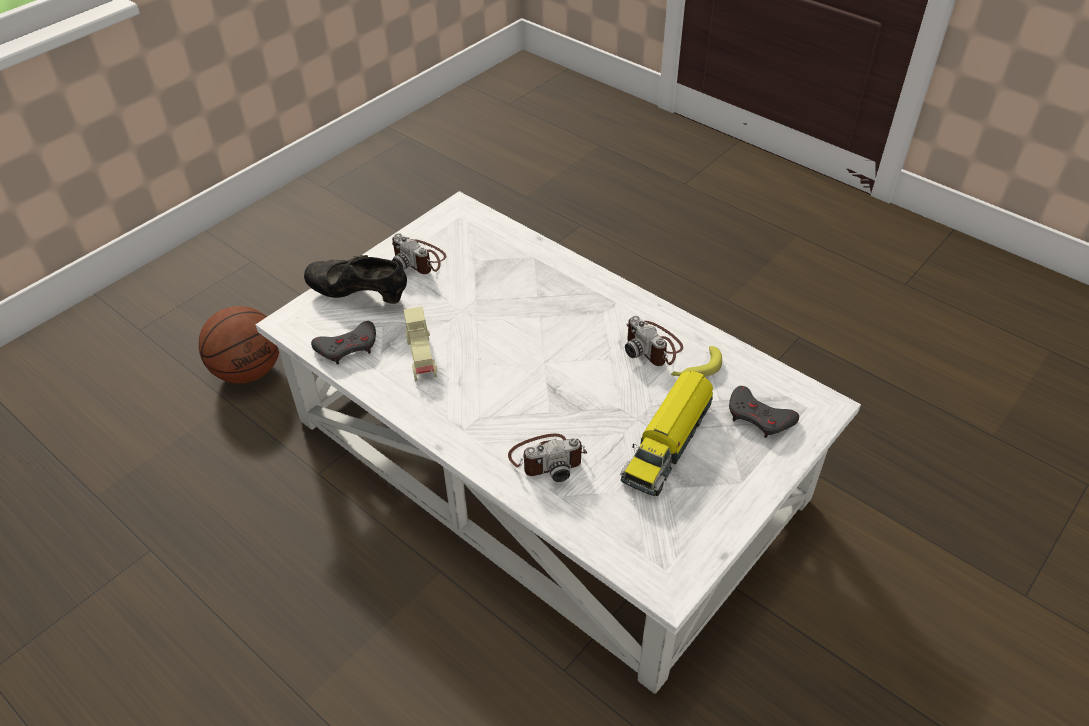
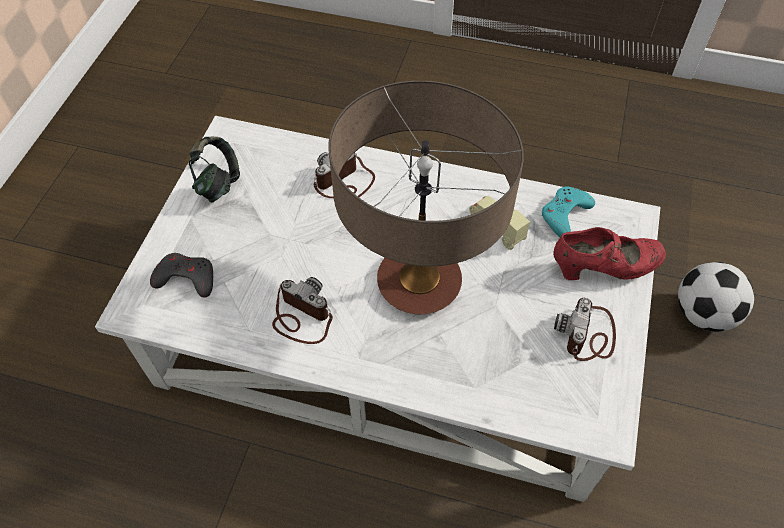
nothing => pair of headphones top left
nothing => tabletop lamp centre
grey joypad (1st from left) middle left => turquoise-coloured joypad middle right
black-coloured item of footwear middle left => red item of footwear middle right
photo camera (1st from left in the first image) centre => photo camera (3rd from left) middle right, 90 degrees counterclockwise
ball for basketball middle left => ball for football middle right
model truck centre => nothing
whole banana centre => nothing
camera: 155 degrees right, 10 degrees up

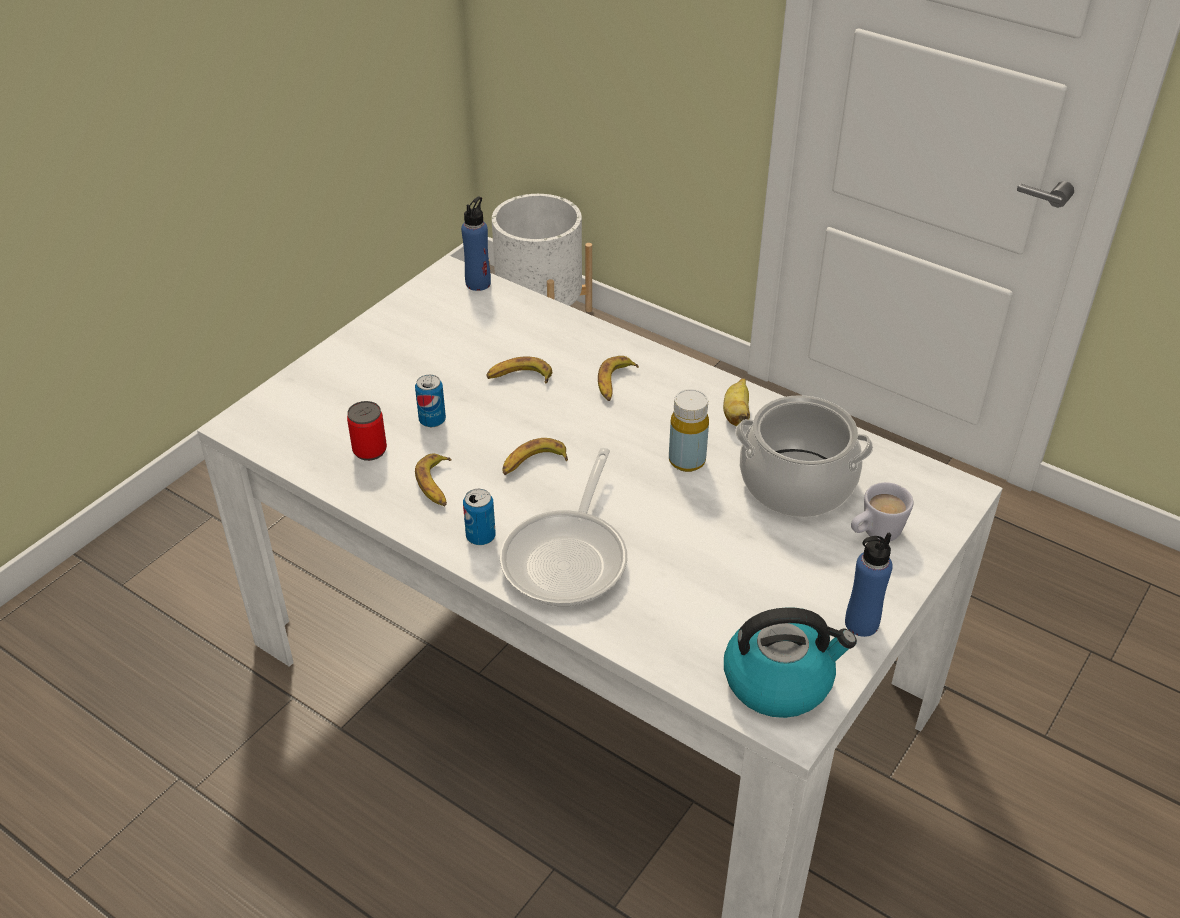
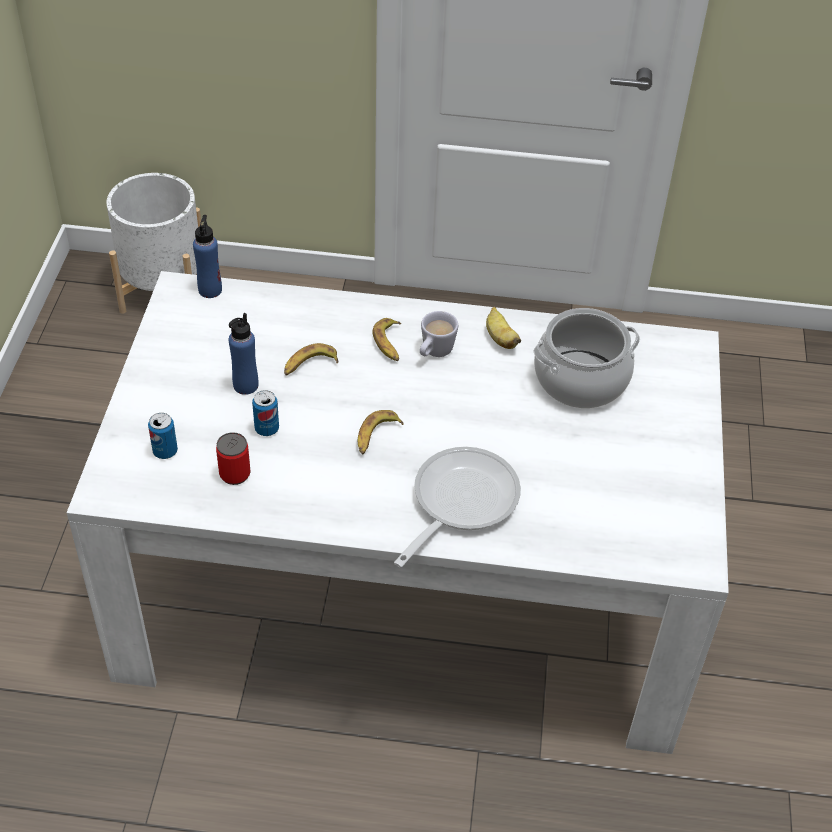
can (3rd from left in the first image) centre => can (1st from left) middle left, moved
blue-coloured drink bottle (2nd from left) middle right => blue-coloured drink bottle (2nd from left) middle left, moved
frying pan centre, 135 degrees counterclockwise
white-coloured tea mug middle right => white-coloured tea mug centre, moved
whole banana (1st from left) centre => nothing
yellow-coloured drink bottle centre => nothing
tea kettle bottom right => nothing
camera: 30 degrees left, 5 degrees up

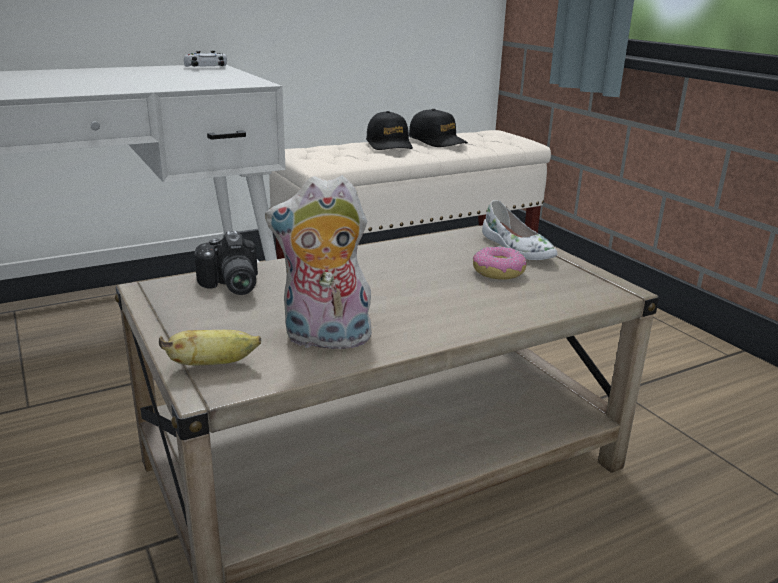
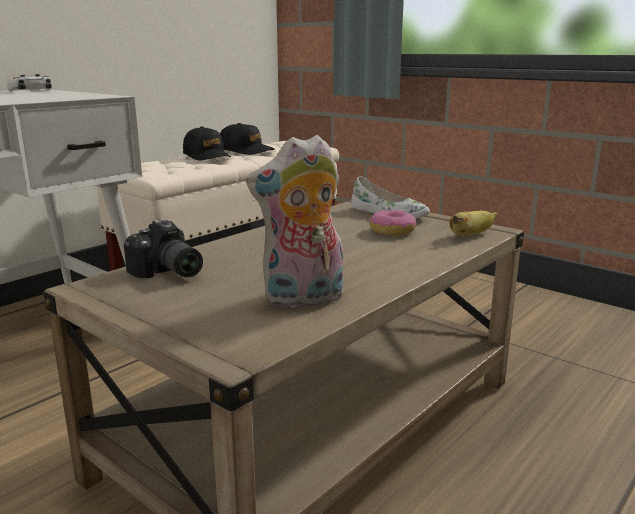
whole banana middle left => whole banana middle right, moved
camera: 20 degrees left, 5 degrees down

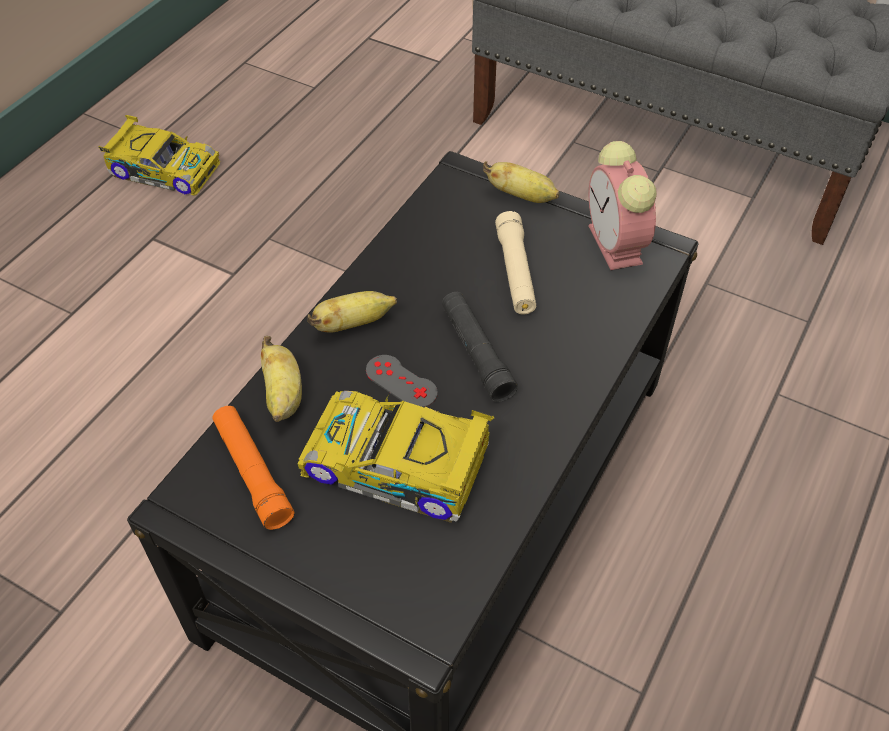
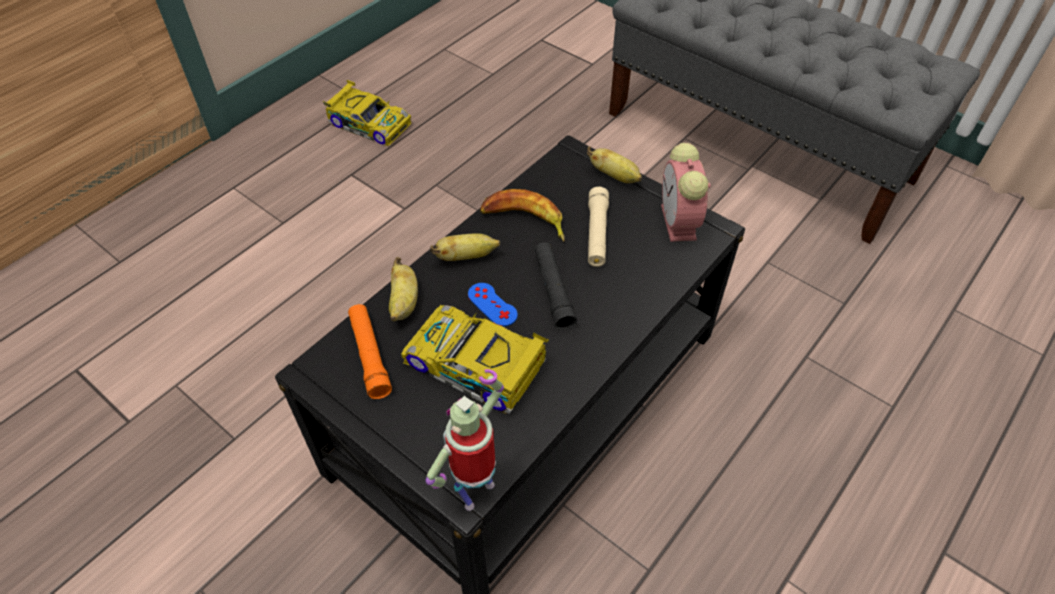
nothing => model robot bottom centre
grey joypad centre => blue-coloured joypad centre
nothing => whole banana (3rd from left) centre
camera: 10 degrees right, 0 degrees up

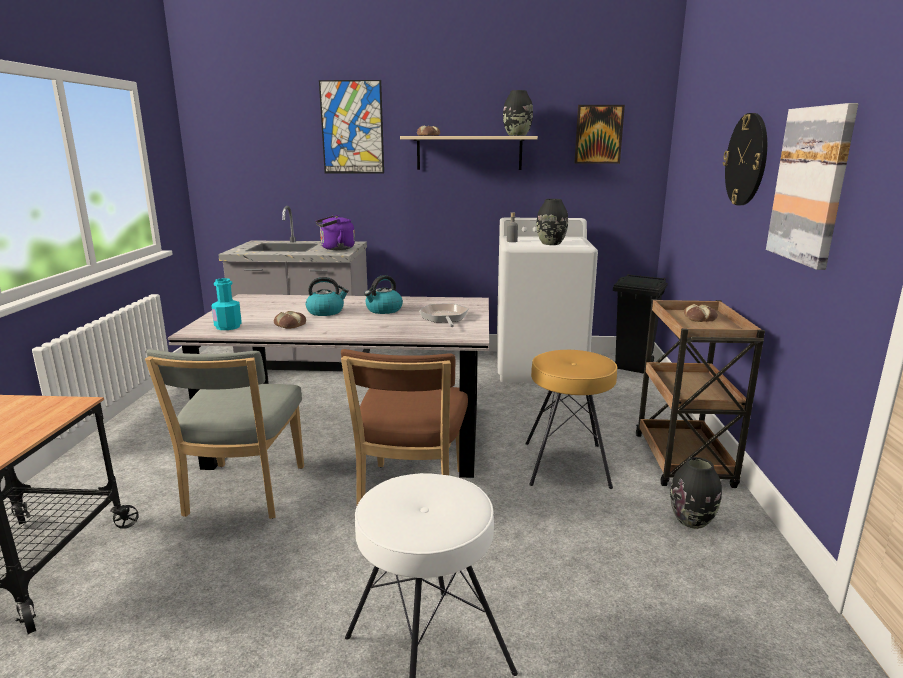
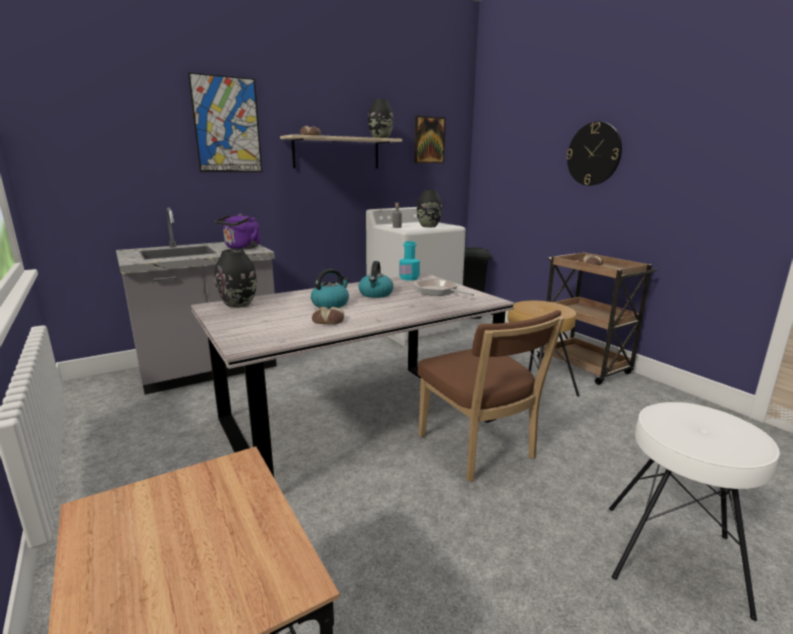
black-coloured vase (3rd from left in the first image) bottom right => black-coloured vase (1st from left) middle left, moved
turquoise-coloured drink bottle middle left => turquoise-coloured drink bottle centre, moved
grey chair middle left => nothing
wall picture (3rd from left) top right => nothing
camera: 35 degrees left, 0 degrees up

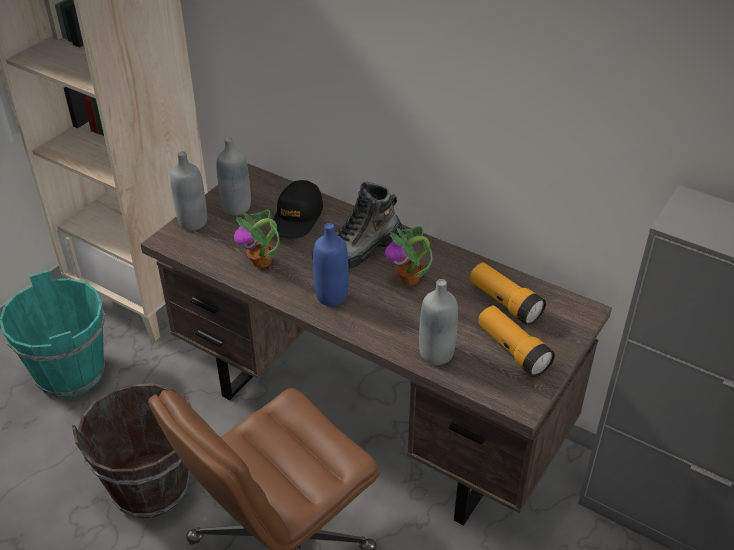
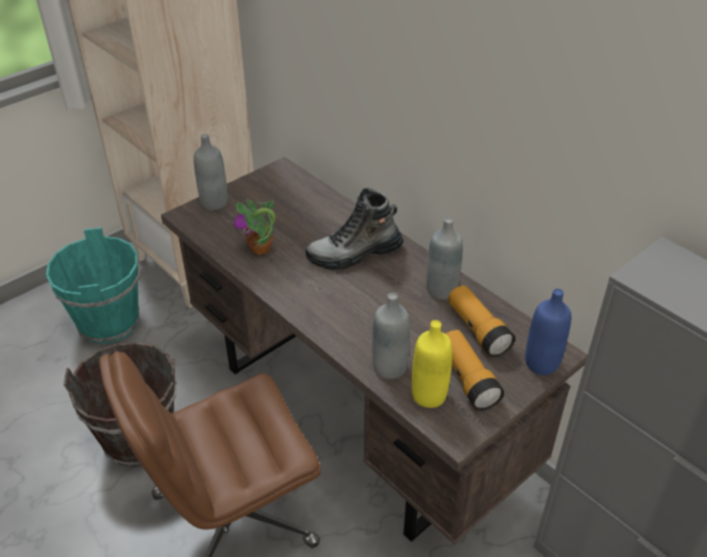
nothing => yellow-coloured drink bottle centre
grey drink bottle (2nd from left in the first image) top left => grey drink bottle (3rd from left) centre, moved
blue-coloured drink bottle centre => blue-coloured drink bottle middle right, moved
black-coloured baseball cap centre => nothing
houseplant (2nd from left) centre => nothing
camera: 15 degrees right, 0 degrees up

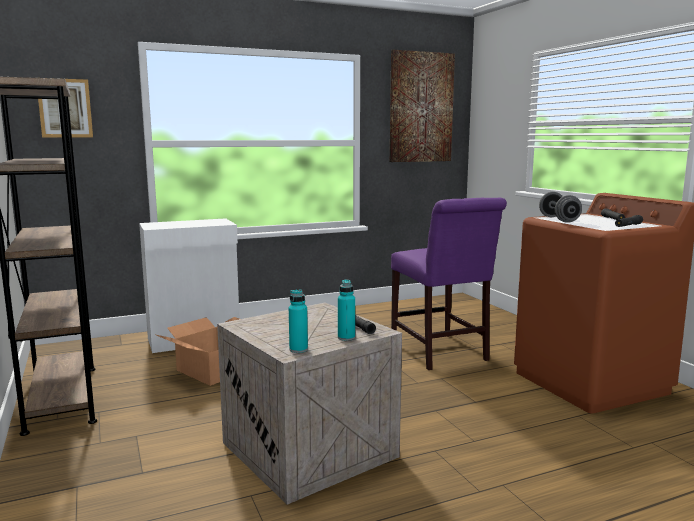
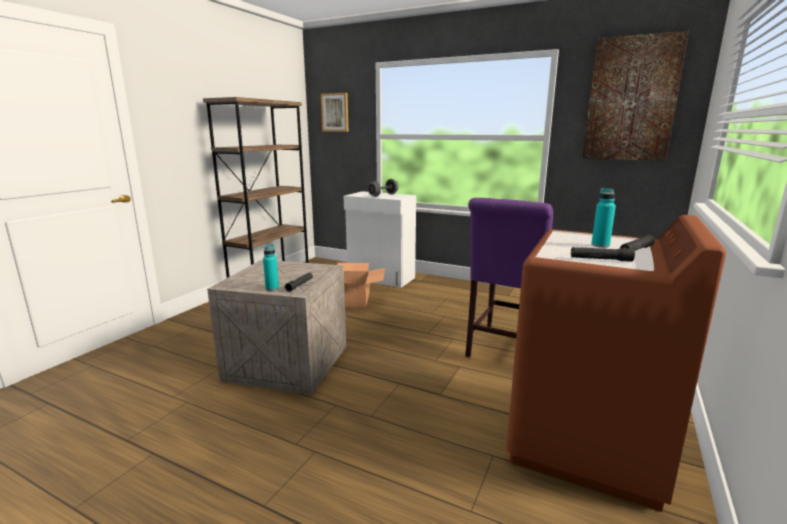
grey dumbbell middle right => grey dumbbell centre, moved
turquoise-coloured drink bottle (1st from left in the first image) centre => turquoise-coloured drink bottle (2nd from left) middle right, moved
camera: 50 degrees right, 5 degrees up

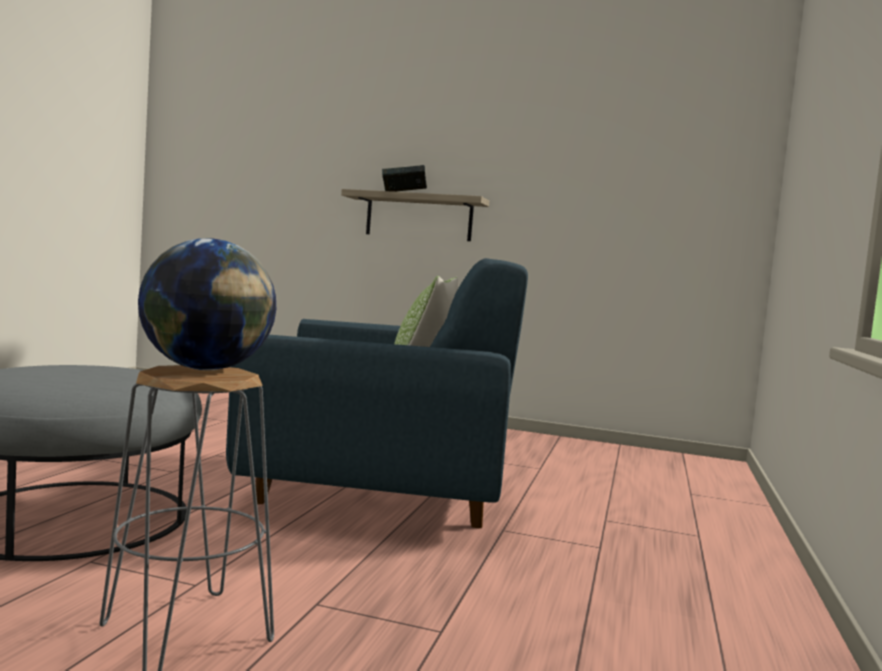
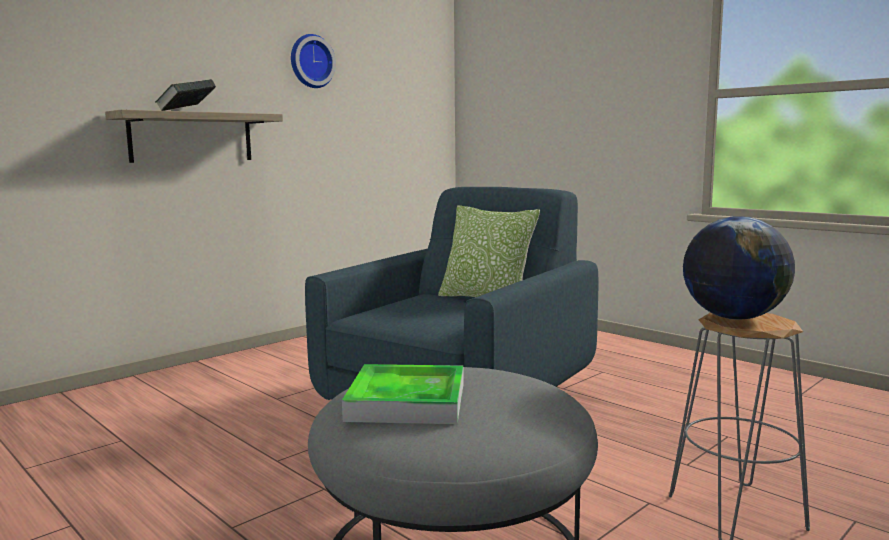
nothing => hanging clock top centre
nothing => carrying tray bottom centre
camera: 60 degrees left, 5 degrees up

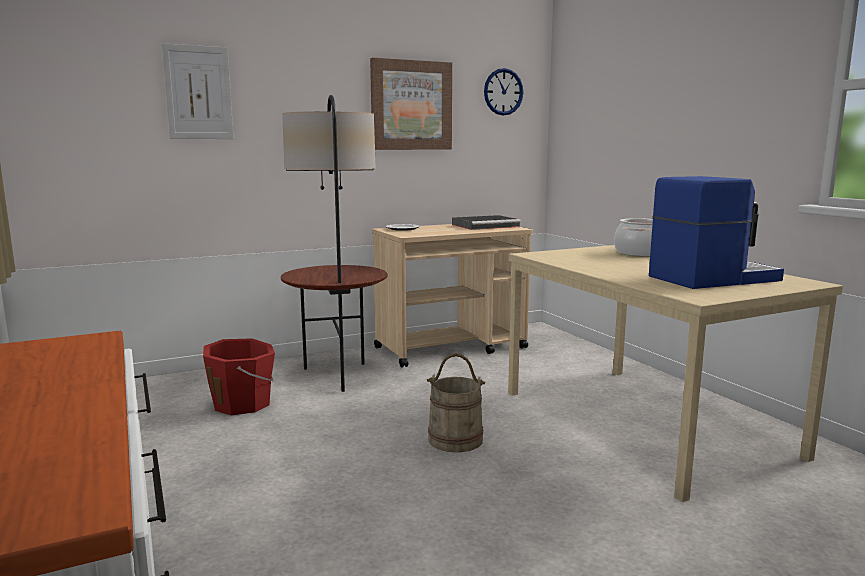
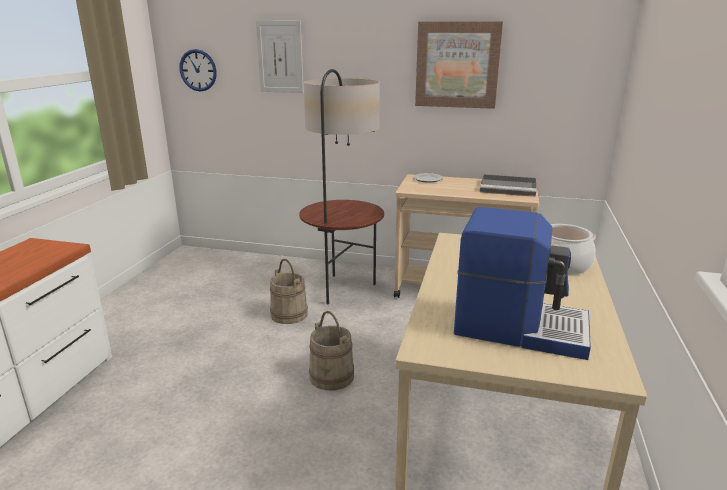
hanging clock top centre => hanging clock top left, moved
nothing => beige-coloured pail (1st from left) centre
red pail middle left => nothing
camera: 40 degrees right, 10 degrees up

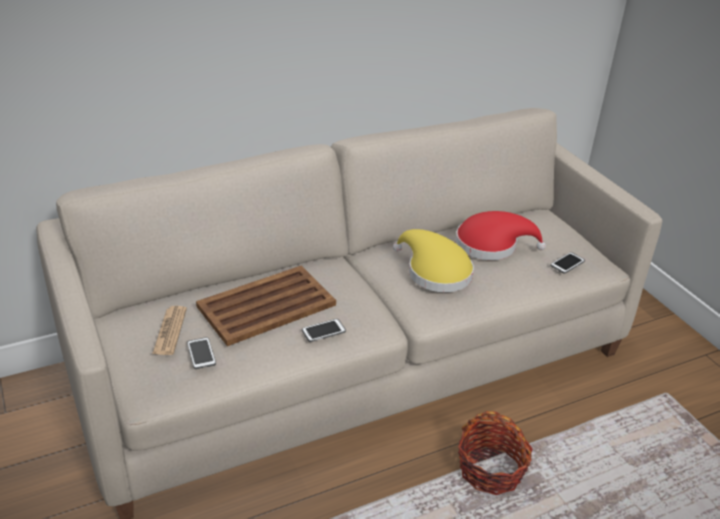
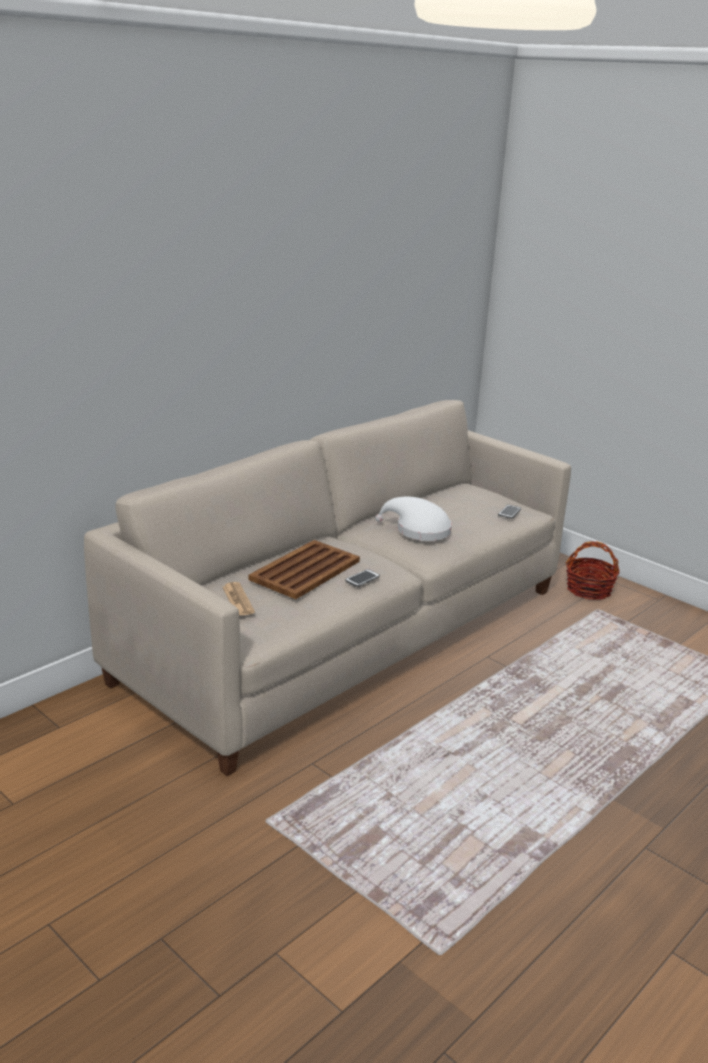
yellow-coloured wearable hat centre => white-coloured wearable hat centre
storage basket bottom right => storage basket middle right, moved
telephone (1st from left) bottom left => nothing
red wearable hat middle right => nothing
camera: 20 degrees left, 10 degrees down

